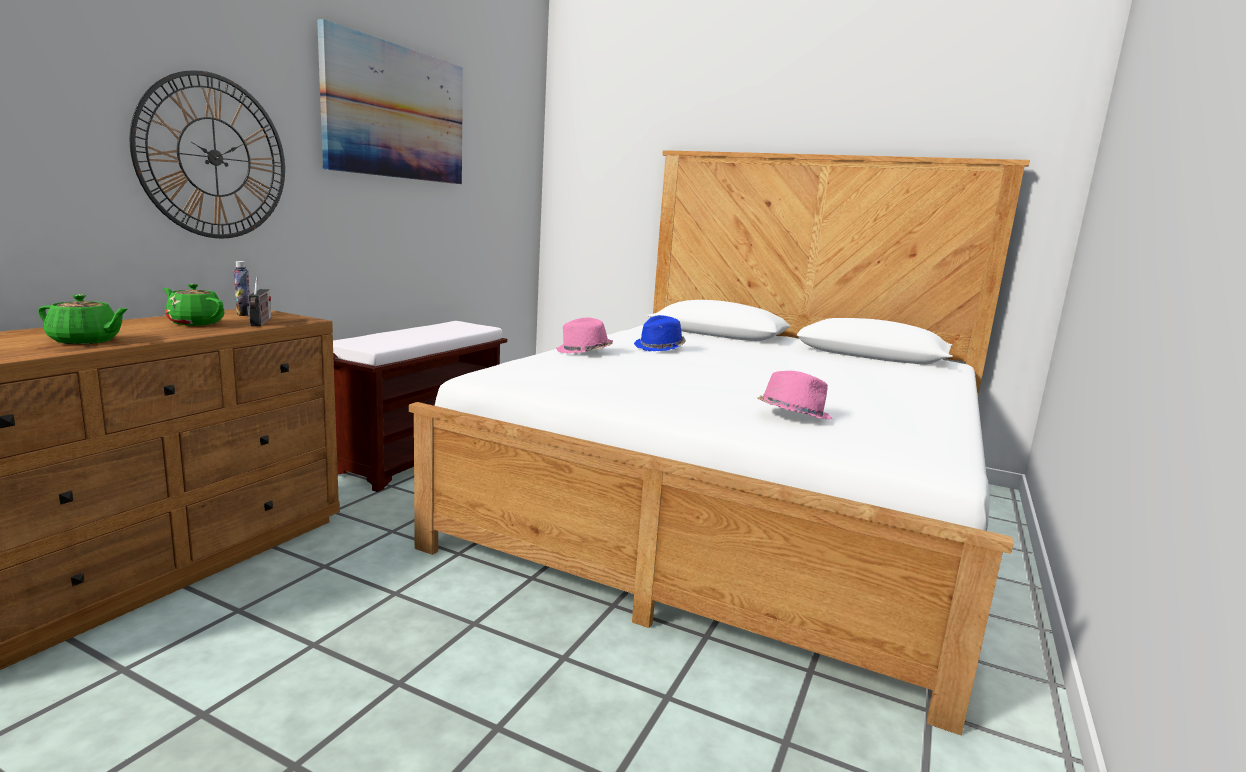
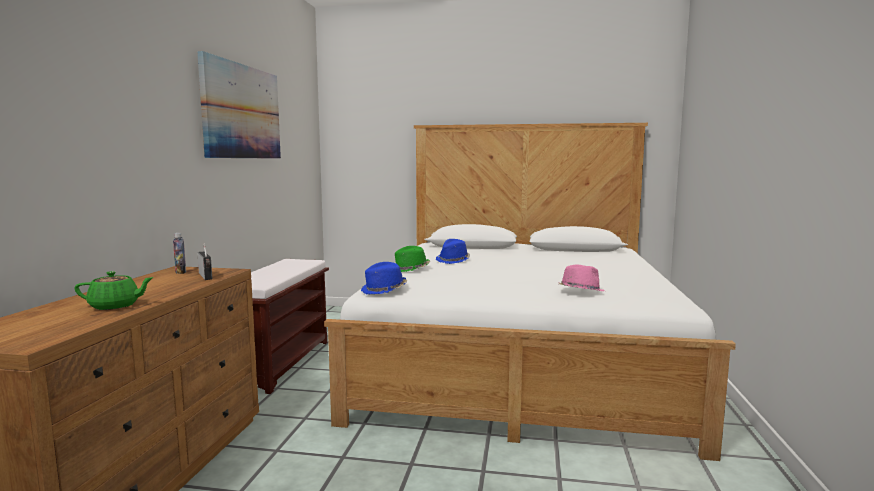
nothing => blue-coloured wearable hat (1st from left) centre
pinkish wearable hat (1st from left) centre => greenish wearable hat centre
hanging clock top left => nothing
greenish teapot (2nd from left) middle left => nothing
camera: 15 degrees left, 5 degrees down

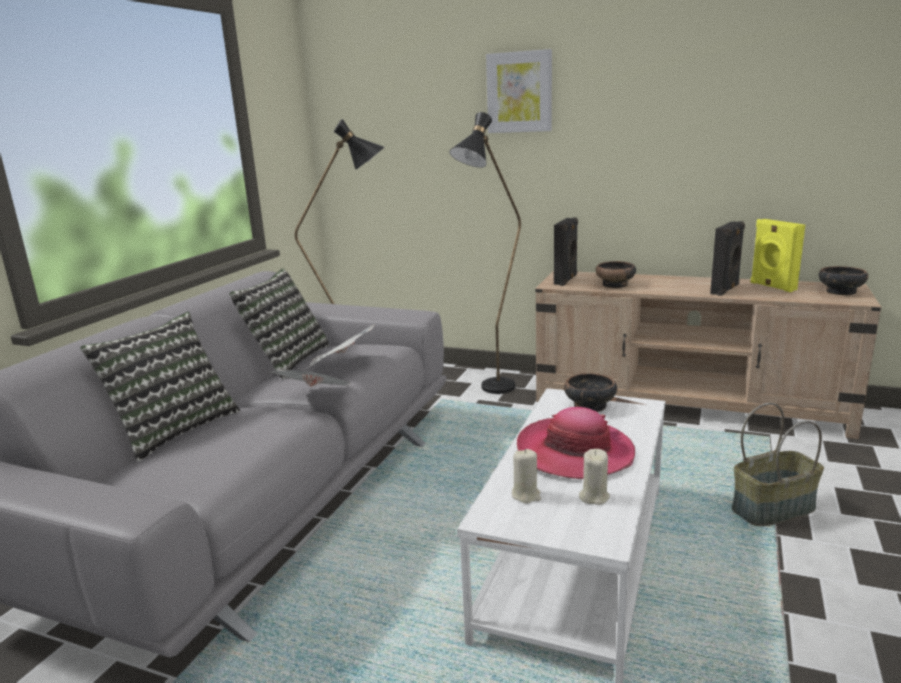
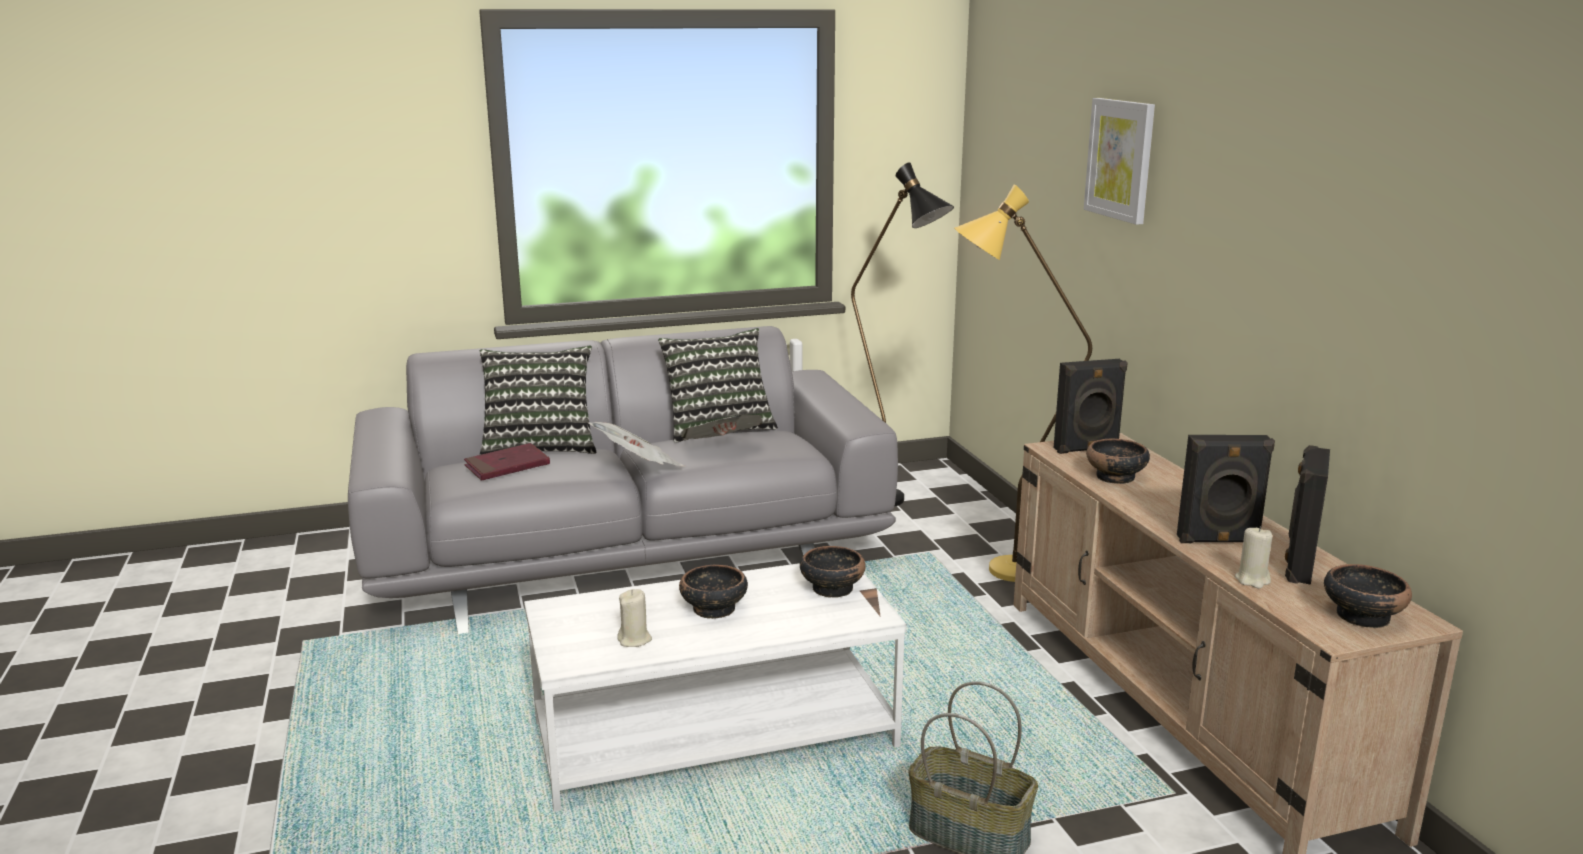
nothing => red volume middle left
wearable hat centre => deep dish (1st from left) bottom centre
black-coloured standing lamp (2nd from left) centre => yellow-coloured standing lamp centre
beige-coloured wax light (1st from left in the first image) bottom centre => beige-coloured wax light (2nd from left) middle right, moved
yellow-coloured audio speaker middle right => black-coloured audio speaker (3rd from left) middle right
camera: 50 degrees right, 0 degrees up

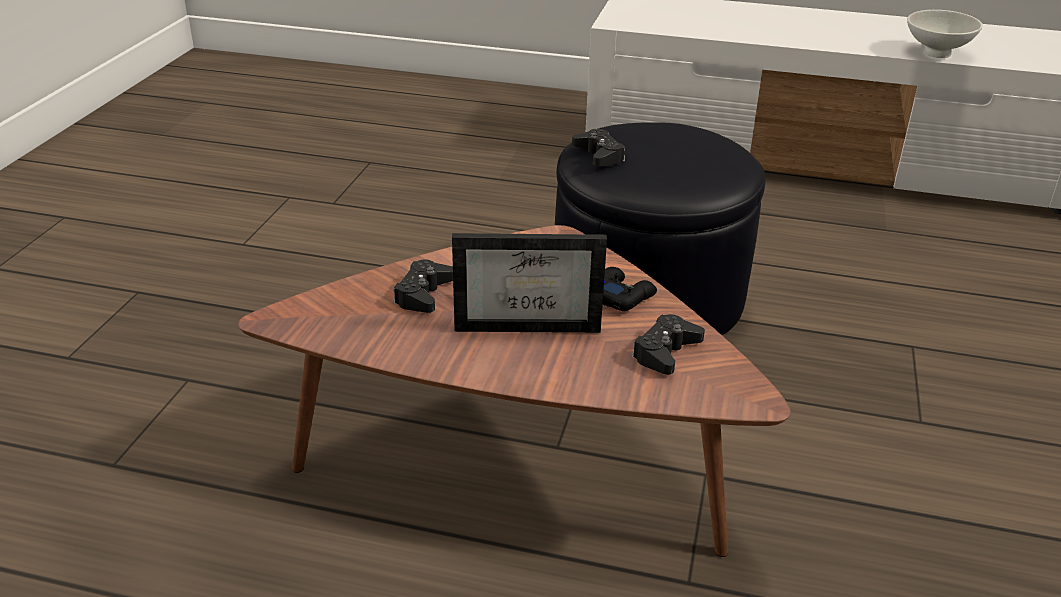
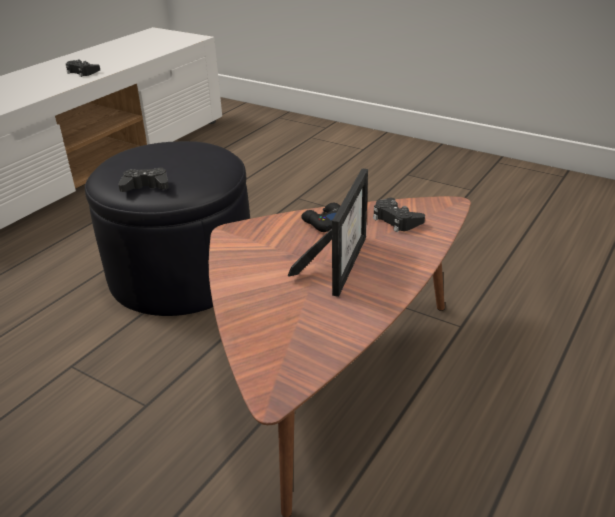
black-coloured joypad (1st from left) centre => black-coloured joypad (1st from left) top left, moved
white-coloured deep dish top right => nothing
camera: 70 degrees left, 0 degrees up

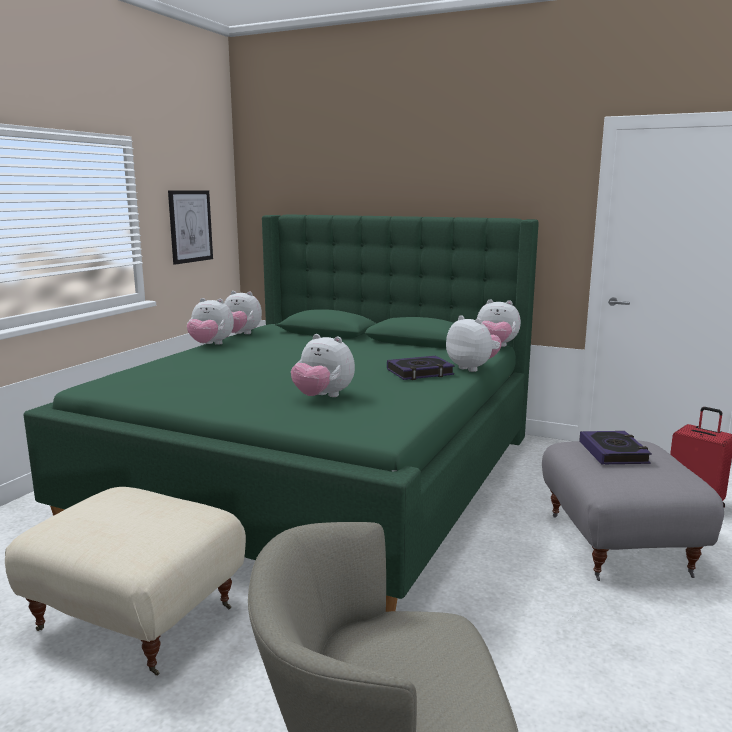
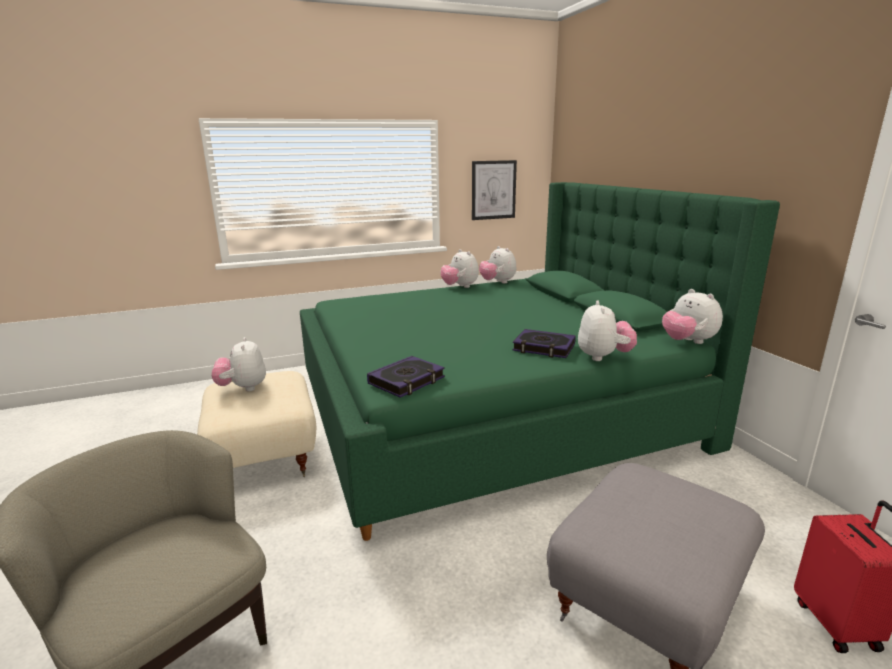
cuddly toy (3rd from left in the first image) centre => cuddly toy (1st from left) middle left, moved
volume (2nd from left in the first image) middle right => volume (1st from left) centre, moved
camera: 45 degrees right, 5 degrees up

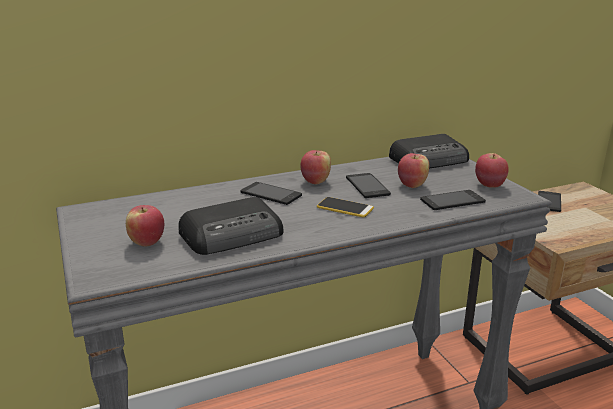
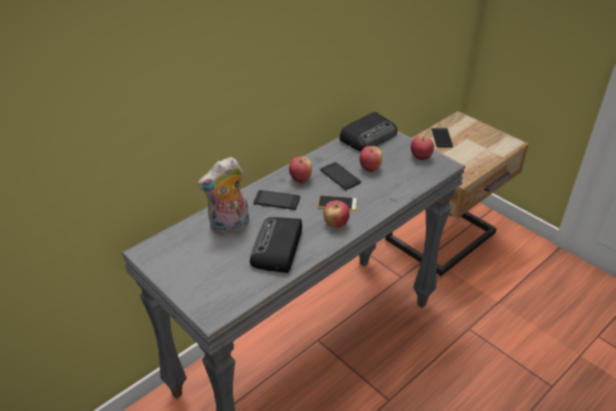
nothing => cuddly toy centre
radio set (1st from left) centre, 150 degrees clockwise
apple (1st from left in the first image) middle left => apple (2nd from left) centre, moved
telephone (4th from left) middle right => nothing
camera: 20 degrees left, 15 degrees up

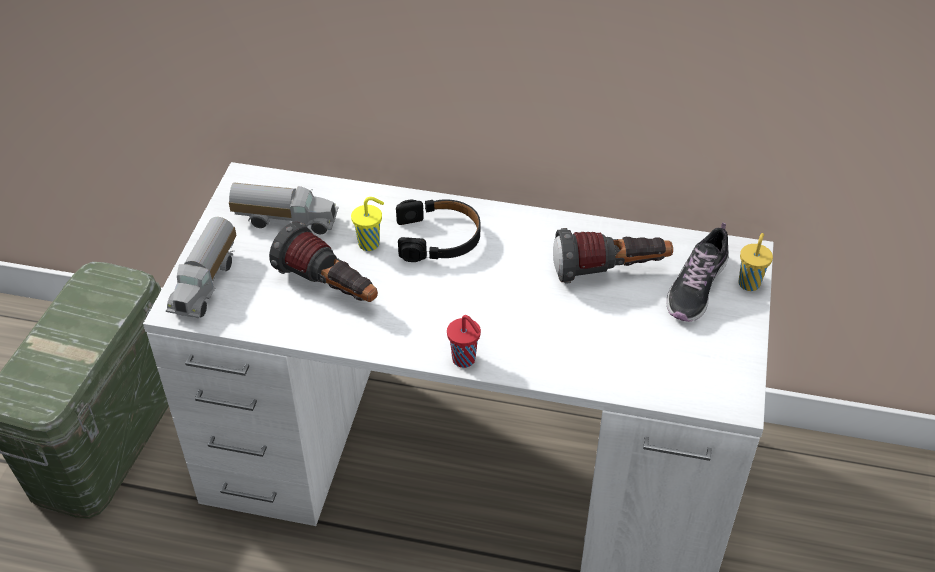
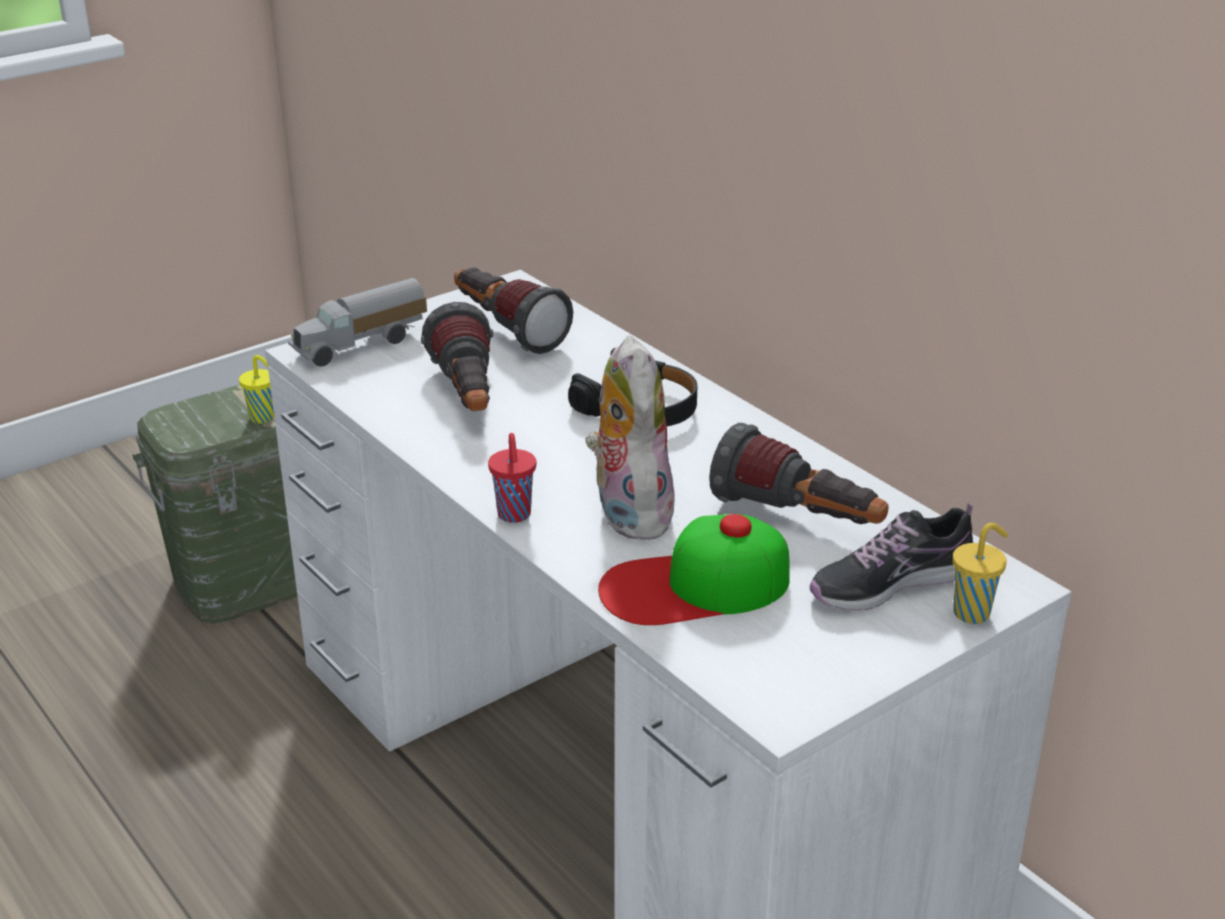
yellow-coloured small cup (1st from left) centre => yellow-coloured small cup (1st from left) middle left, moved
model truck (2nd from left) middle left => torch (2nd from left) centre
nothing => cuddly toy centre
nothing => baseball cap centre
camera: 40 degrees right, 15 degrees down

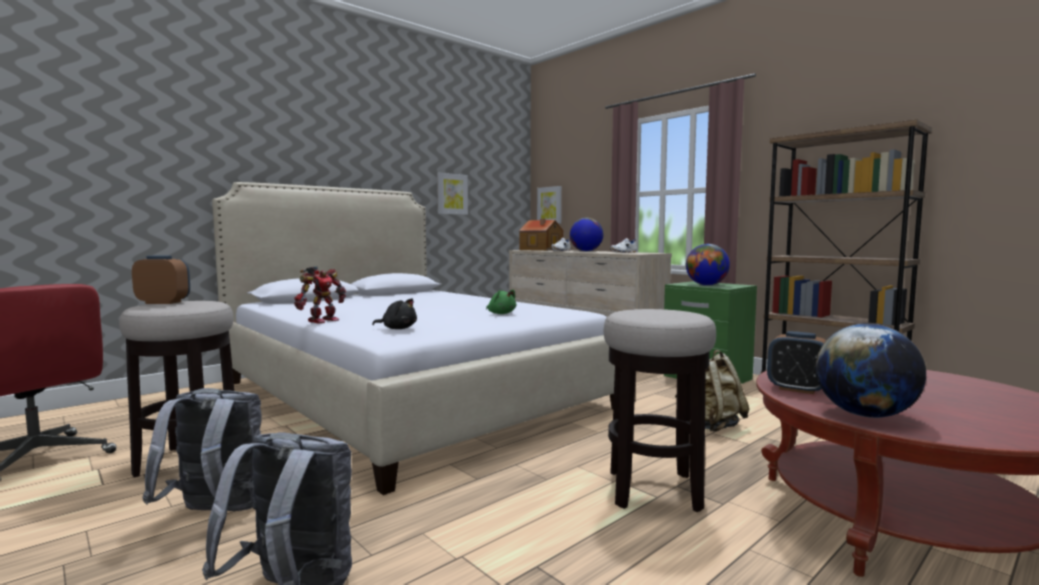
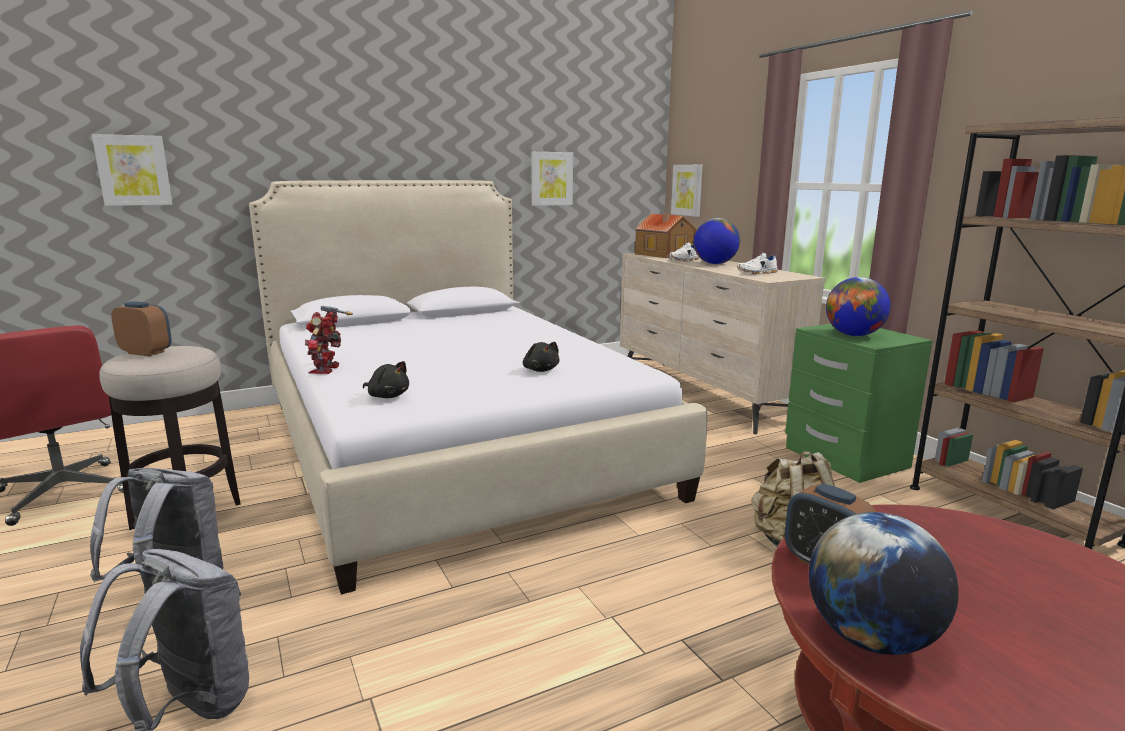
nothing => wall picture (1st from left) top left
model robot middle left, 135 degrees clockwise
greenish cuddly toy centre => black-coloured cuddly toy (2nd from left) centre
sitting stool (2nd from left) bottom centre => nothing
camera: 15 degrees right, 10 degrees up

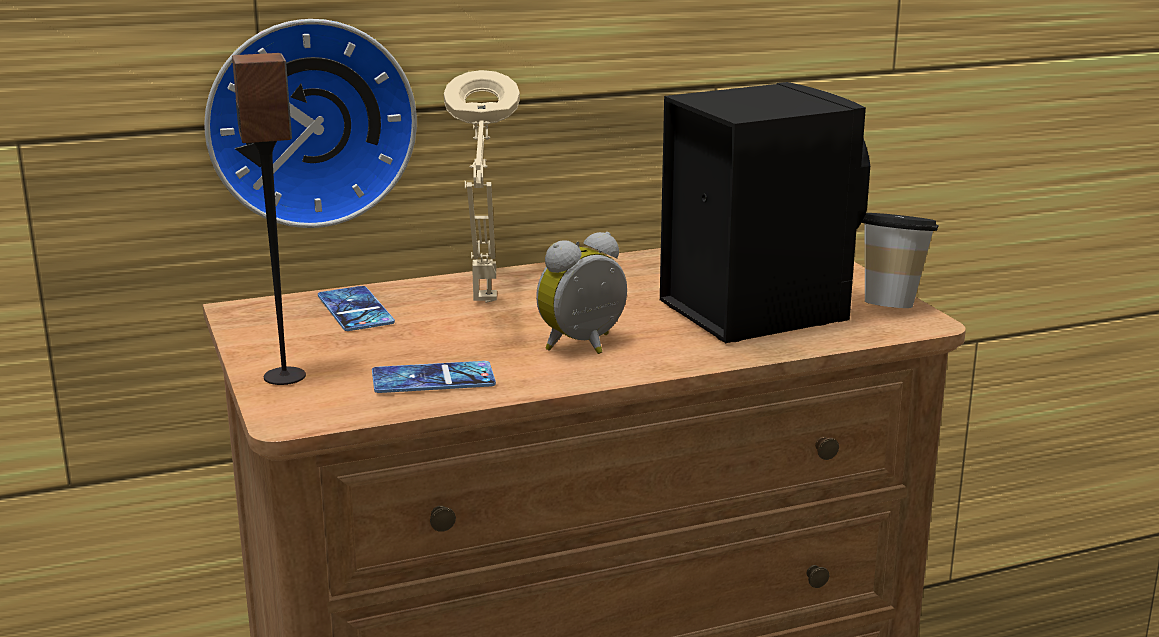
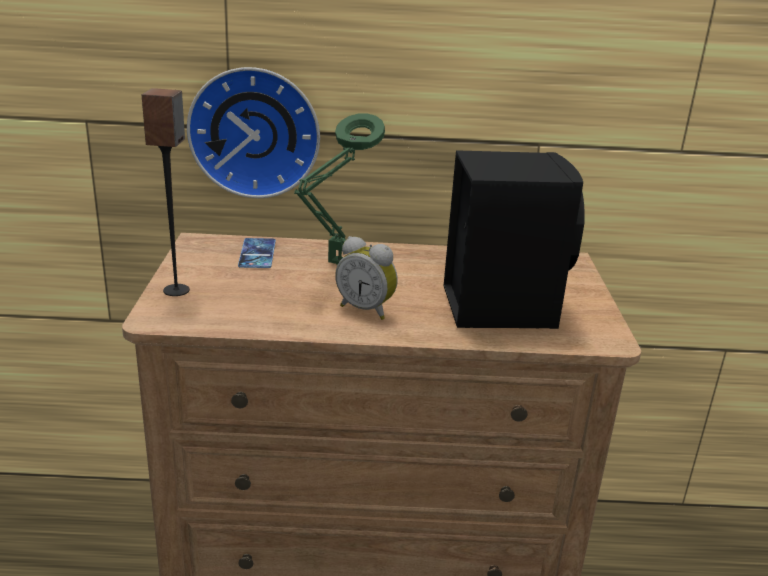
beige-coloured tabletop lamp top centre => greenish tabletop lamp top centre
table clock centre, 135 degrees counterclockwise
telephone (2nd from left) centre => nothing
small cup middle right => nothing
camera: 20 degrees right, 5 degrees up

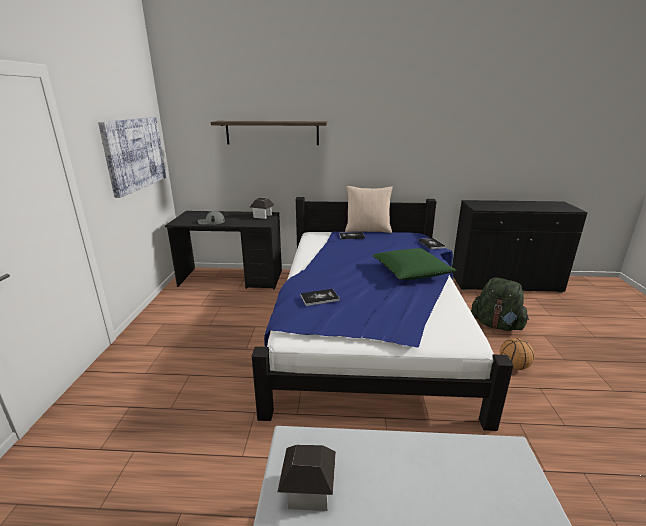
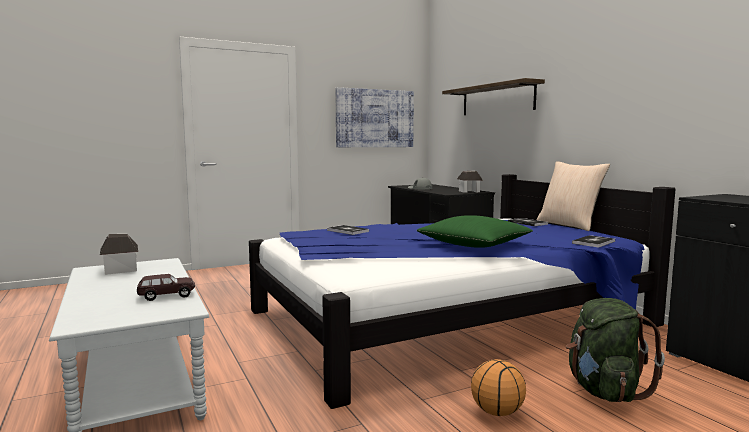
nothing => brownish toy car middle left
camera: 60 degrees right, 15 degrees down

